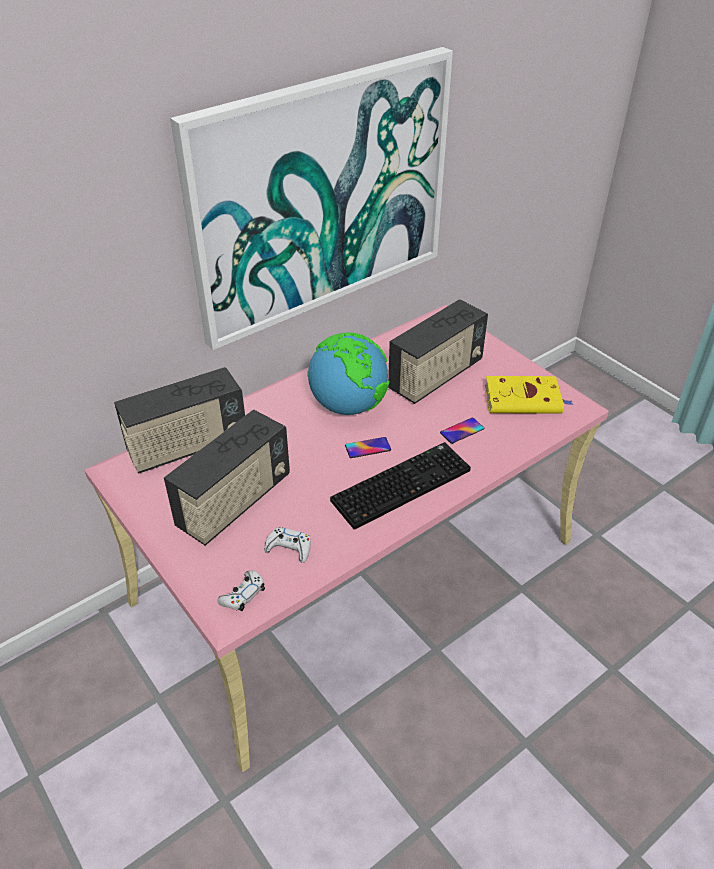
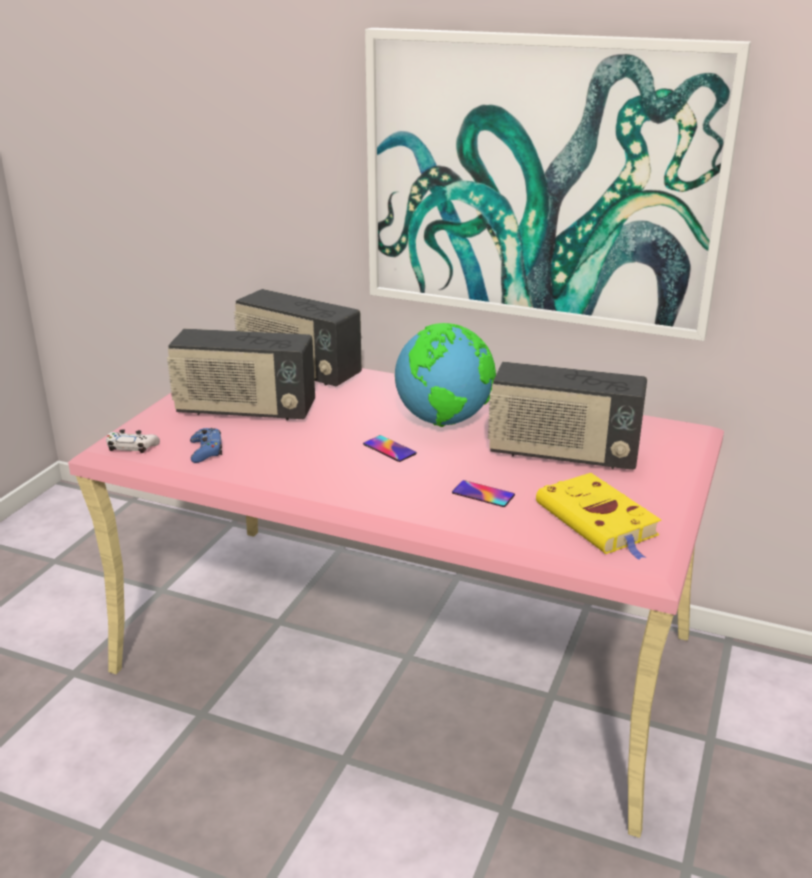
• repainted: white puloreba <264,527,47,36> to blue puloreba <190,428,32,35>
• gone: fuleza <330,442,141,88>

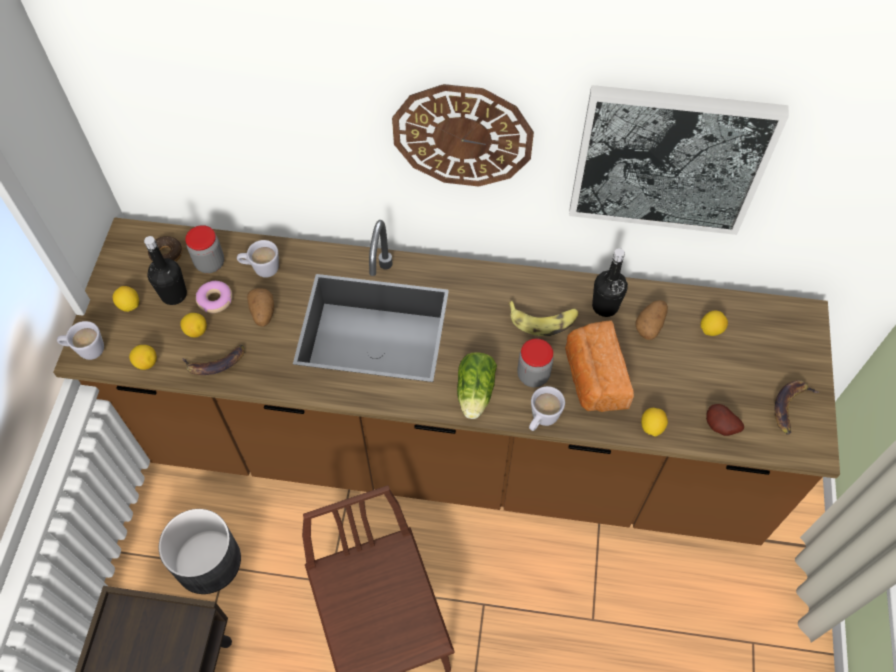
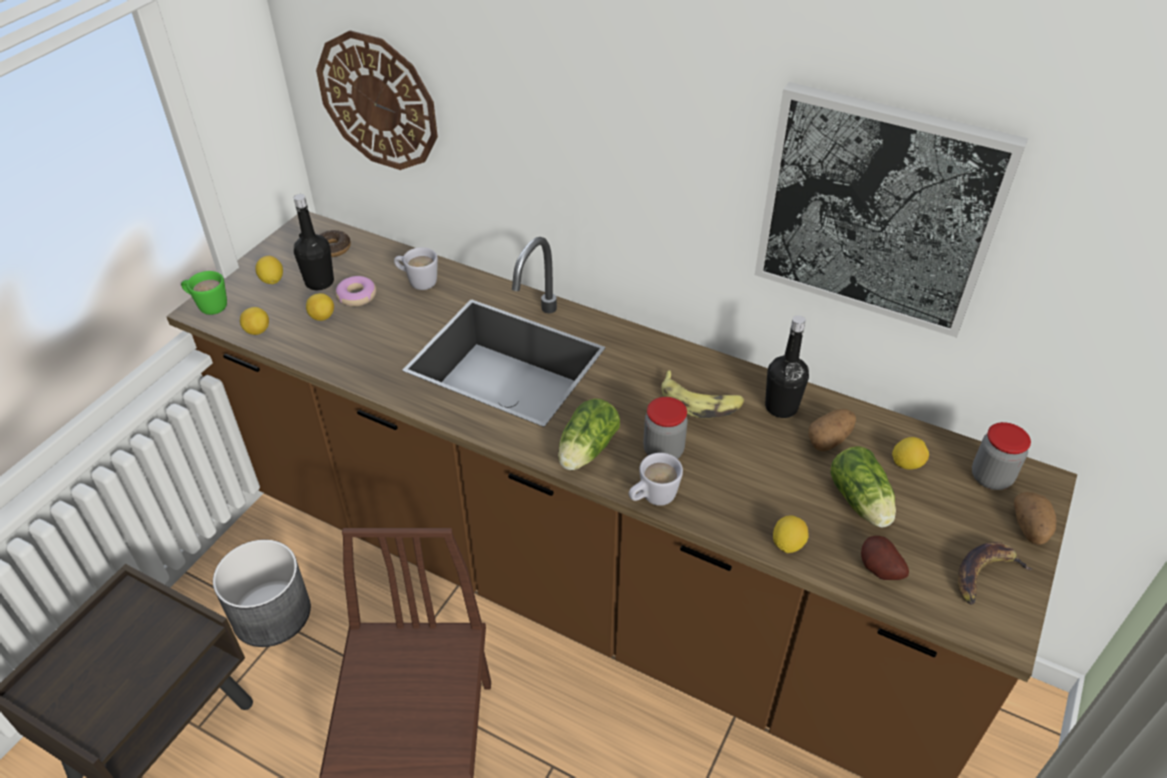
• repainted: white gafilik <57,321,47,39> to green gafilik <181,271,46,44>
• gone: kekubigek <182,345,63,30>
• shifted: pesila <185,225,39,48> to <972,422,59,68>
• shifted: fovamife <247,288,27,39> to <1014,492,42,53>
• shifted: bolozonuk <392,84,142,102> to <316,30,122,140>
• gone: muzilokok <565,320,69,92>
• new: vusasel <830,446,66,81>

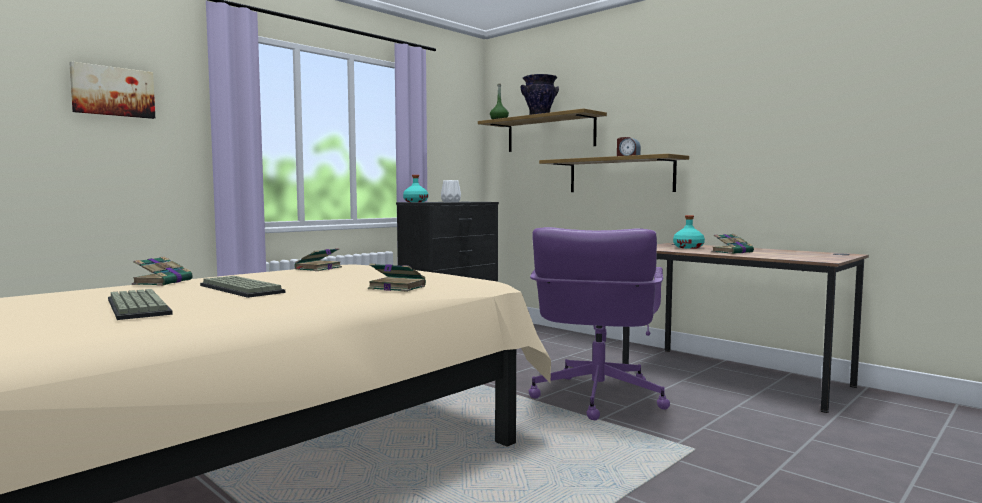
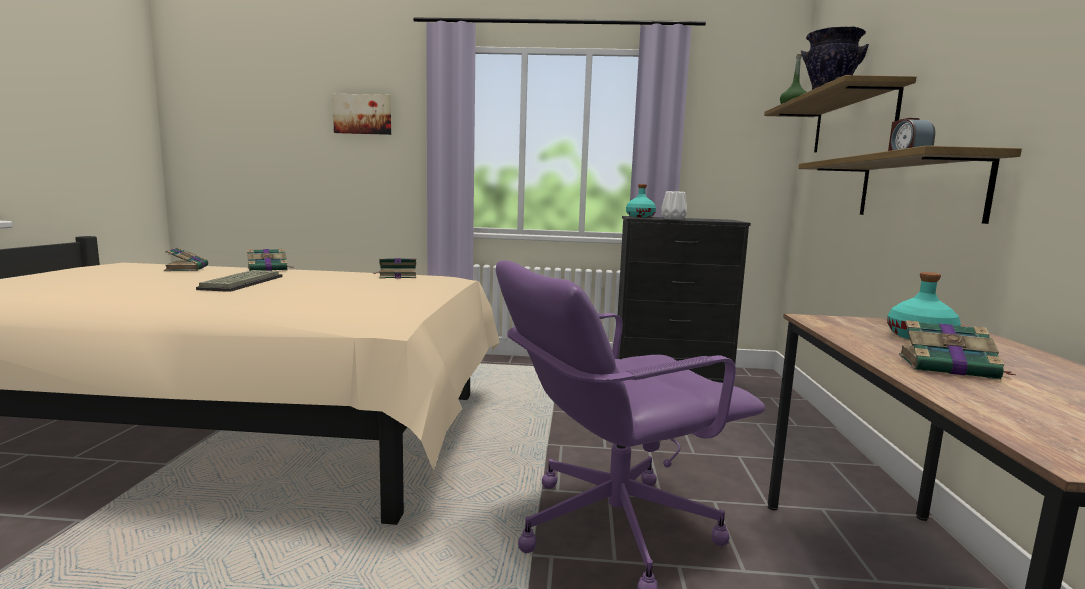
• gone: fuleza <108,289,65,31>
• shifted: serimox <368,263,58,29> to <164,247,44,24>

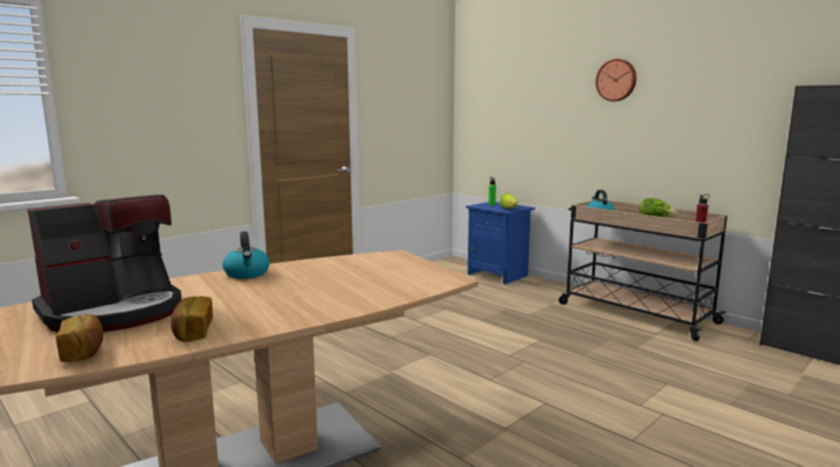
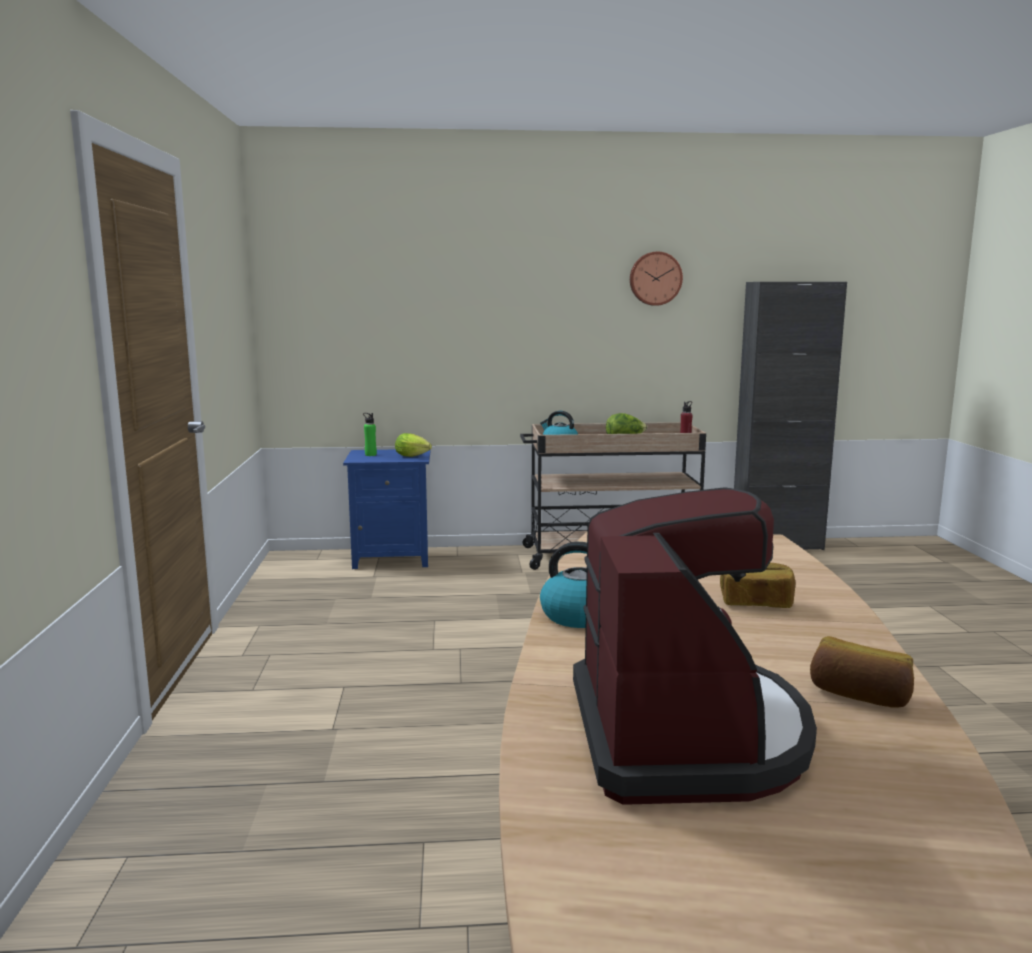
• shifted: muzilokok <56,314,47,48> to <720,563,75,45>
• shifted: bolozonuk <596,59,41,42> to <630,252,53,54>

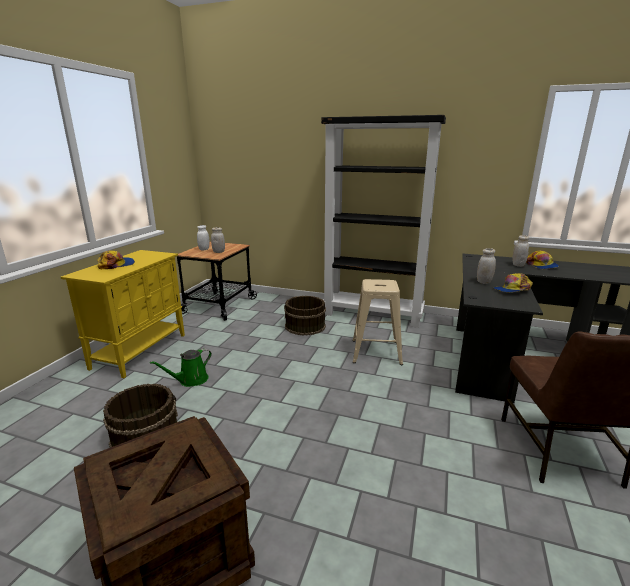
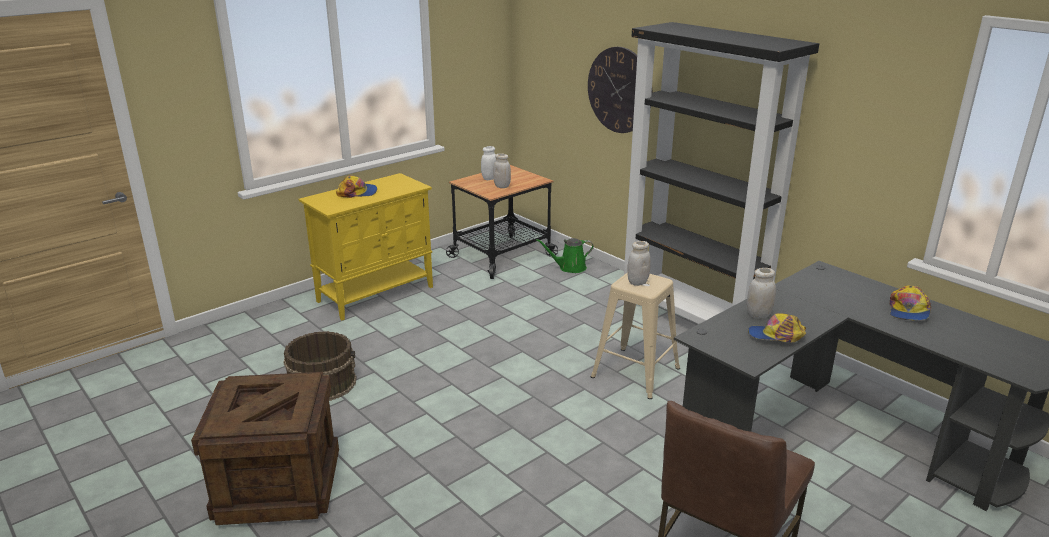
• shifted: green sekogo <150,348,62,39> to <536,238,58,35>
• gone: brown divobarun <284,296,42,40>
• shifted: white pesila <512,235,17,32> to <627,241,24,45>
• new: bolozonuk <588,47,65,86>

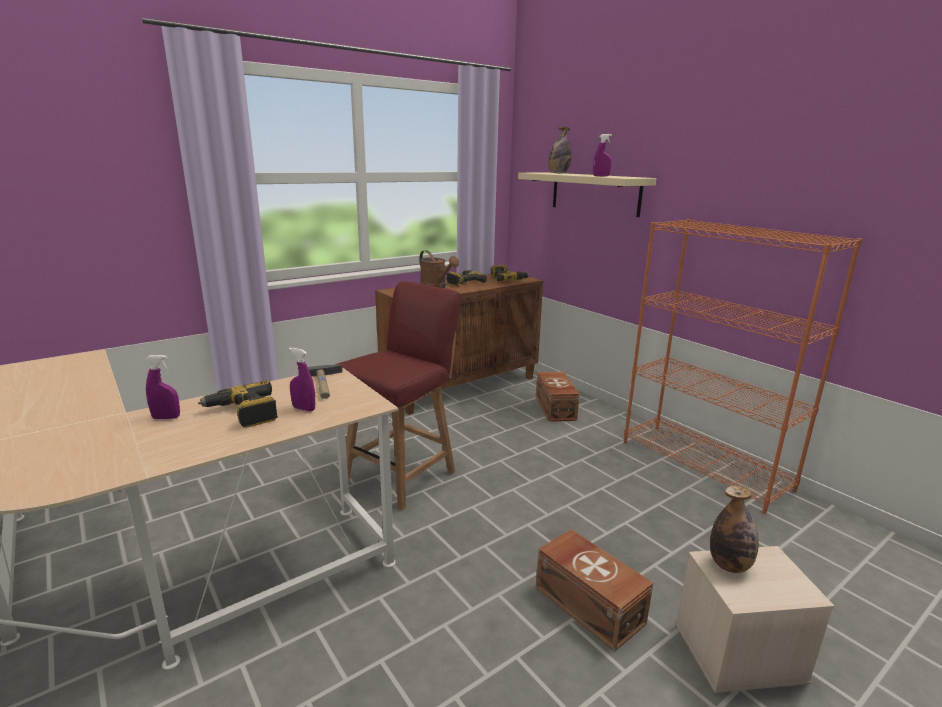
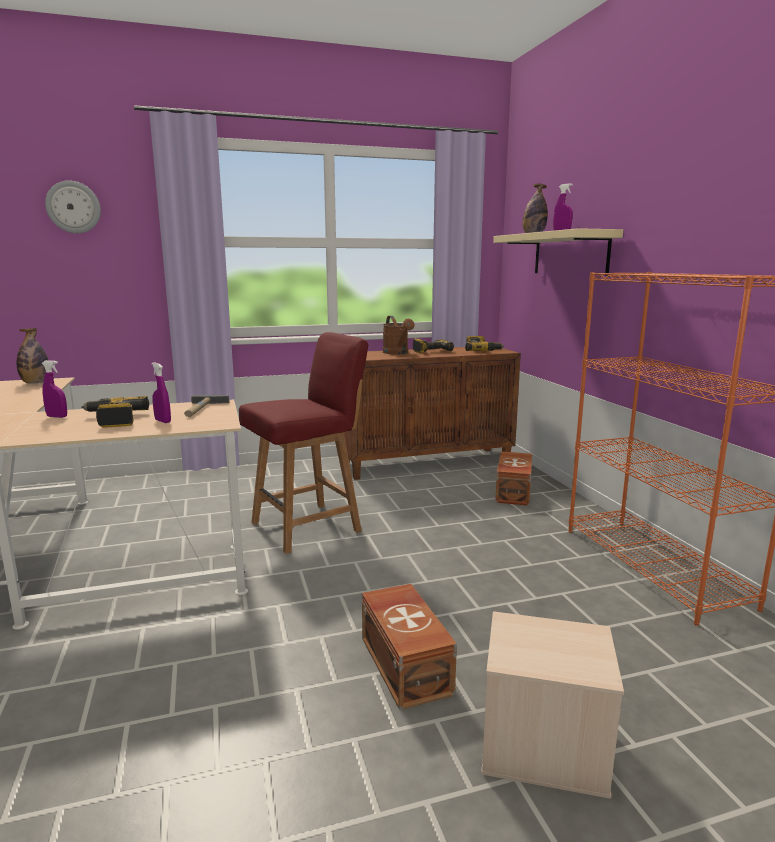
• shifted: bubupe <710,486,49,87> to <17,328,31,56>
• new: bolozonuk <45,181,56,52>

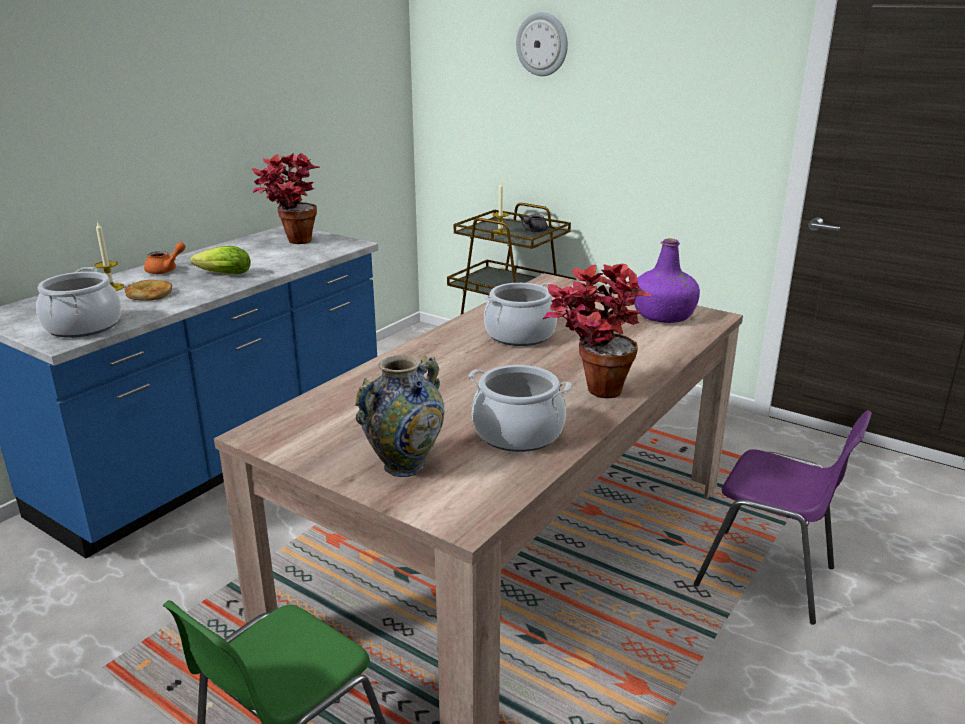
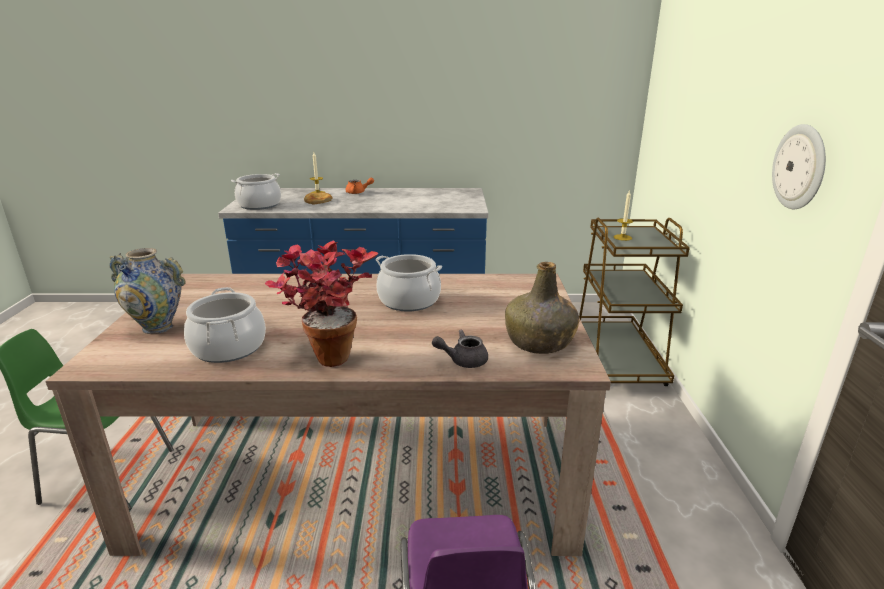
• gone: vusasel <190,246,61,28>
• gone: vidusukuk <252,153,69,91>
• shifted: bolozonuk <516,12,52,64> to <772,124,54,85>
• shifted: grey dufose <519,214,29,18> to <432,329,56,39>
• repainted: purple bubupe <634,238,66,85> to green bubupe <505,262,74,92>

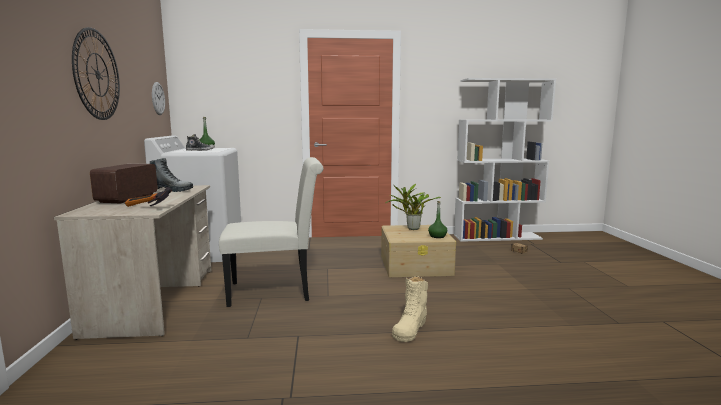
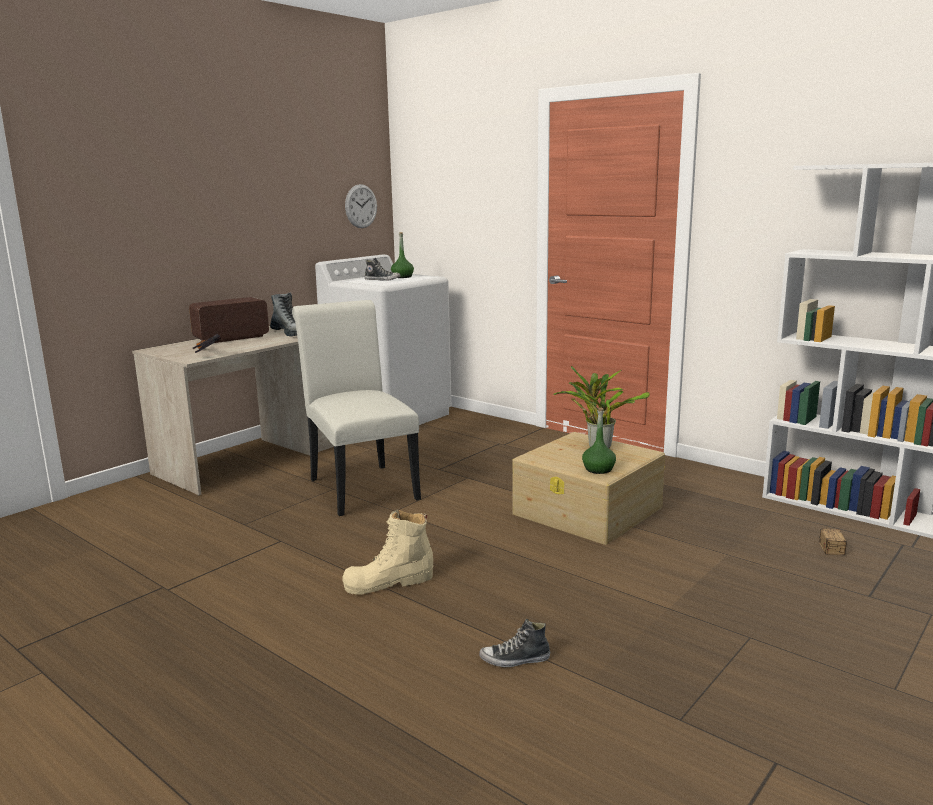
• gone: bolozonuk <72,27,48,93>
• rotated: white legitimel <219,157,104,150> = <292,300,129,216> 150 degrees counterclockwise
• new: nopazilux <479,619,71,48>

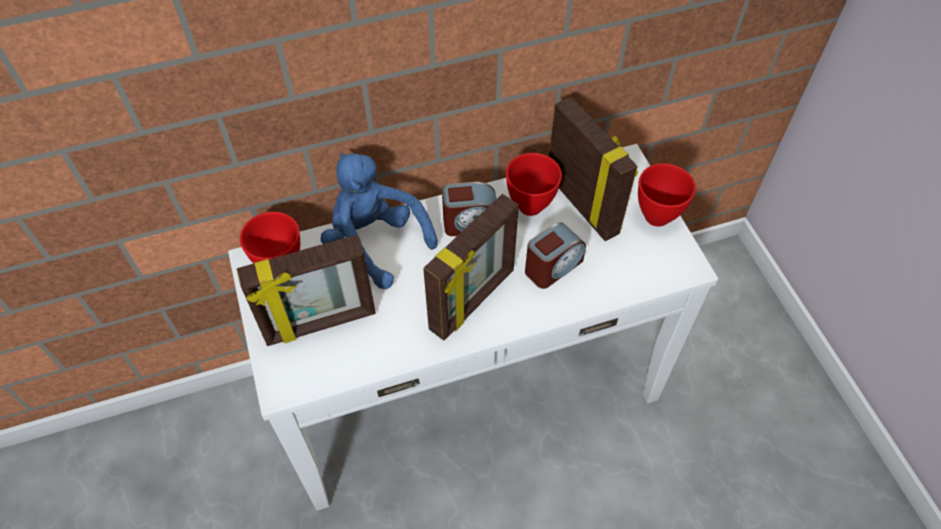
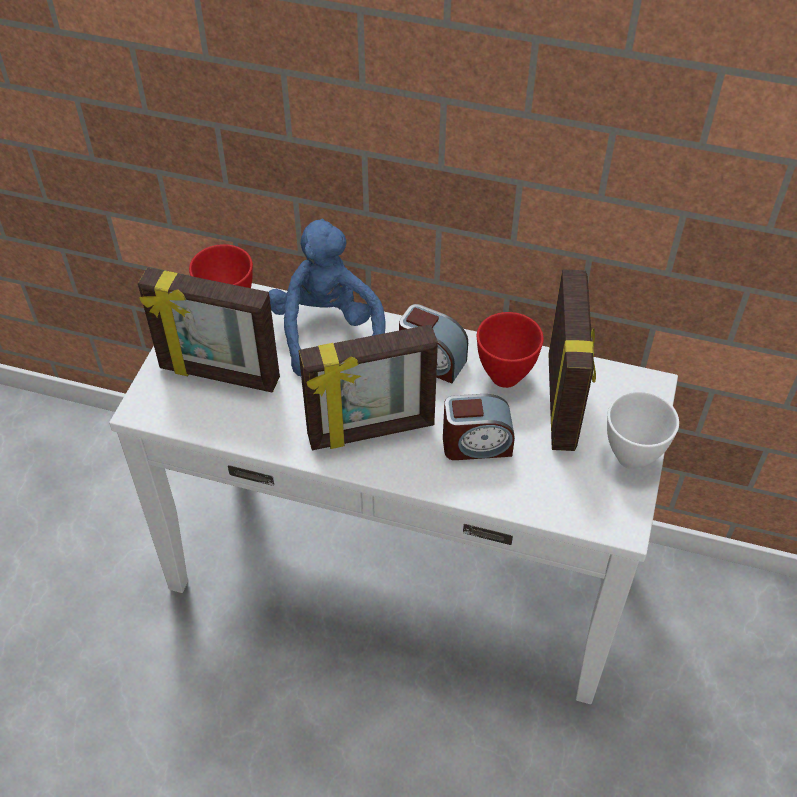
• repainted: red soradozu <638,163,58,64> to white soradozu <607,391,72,79>

